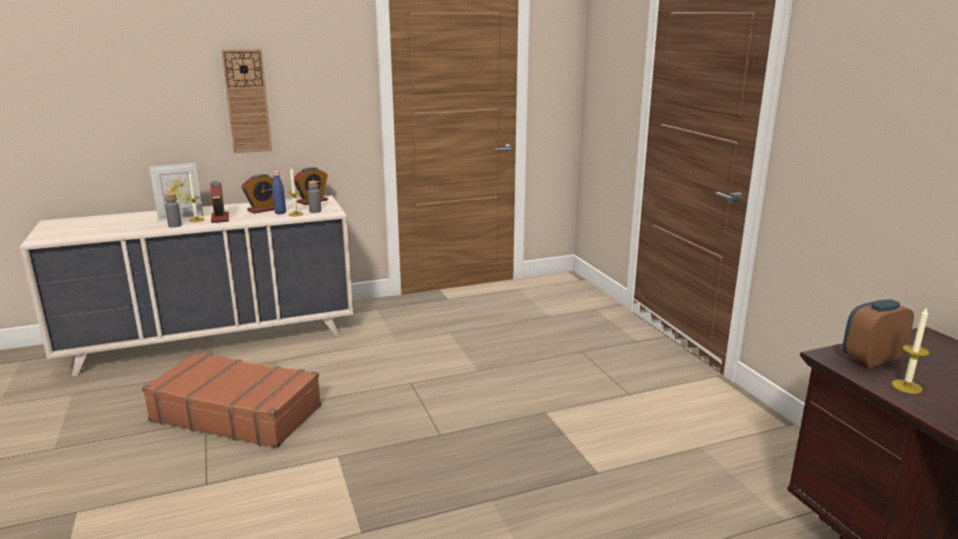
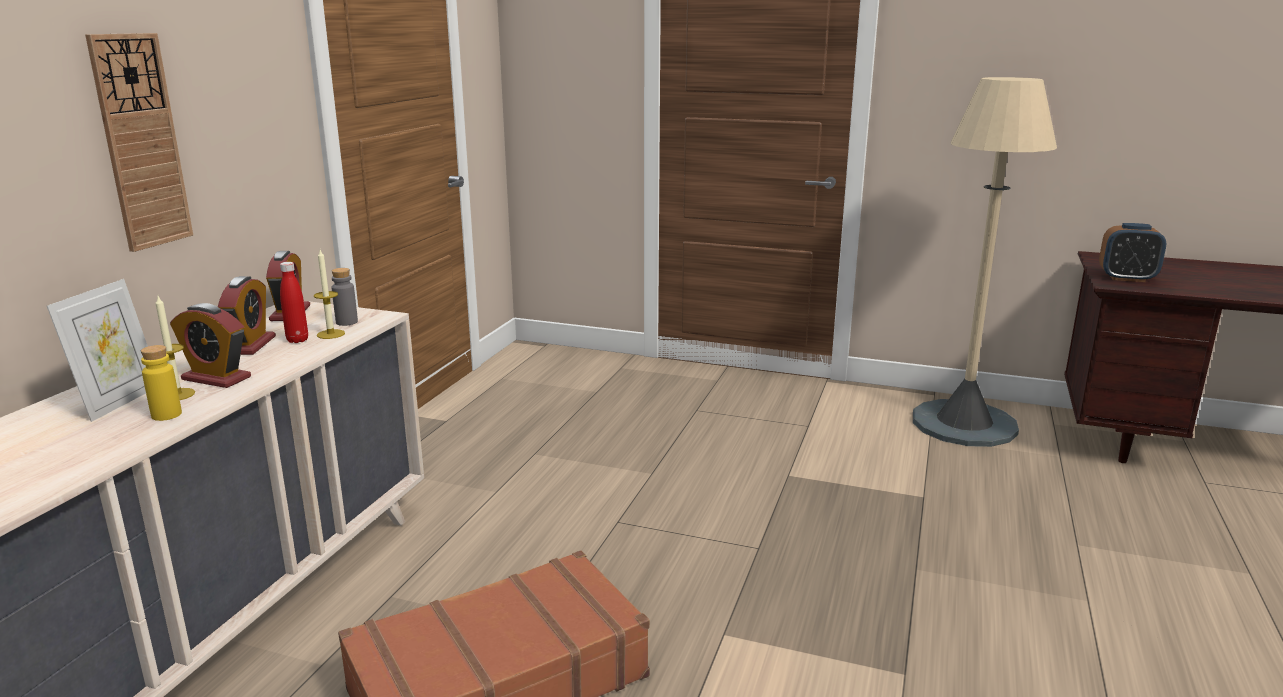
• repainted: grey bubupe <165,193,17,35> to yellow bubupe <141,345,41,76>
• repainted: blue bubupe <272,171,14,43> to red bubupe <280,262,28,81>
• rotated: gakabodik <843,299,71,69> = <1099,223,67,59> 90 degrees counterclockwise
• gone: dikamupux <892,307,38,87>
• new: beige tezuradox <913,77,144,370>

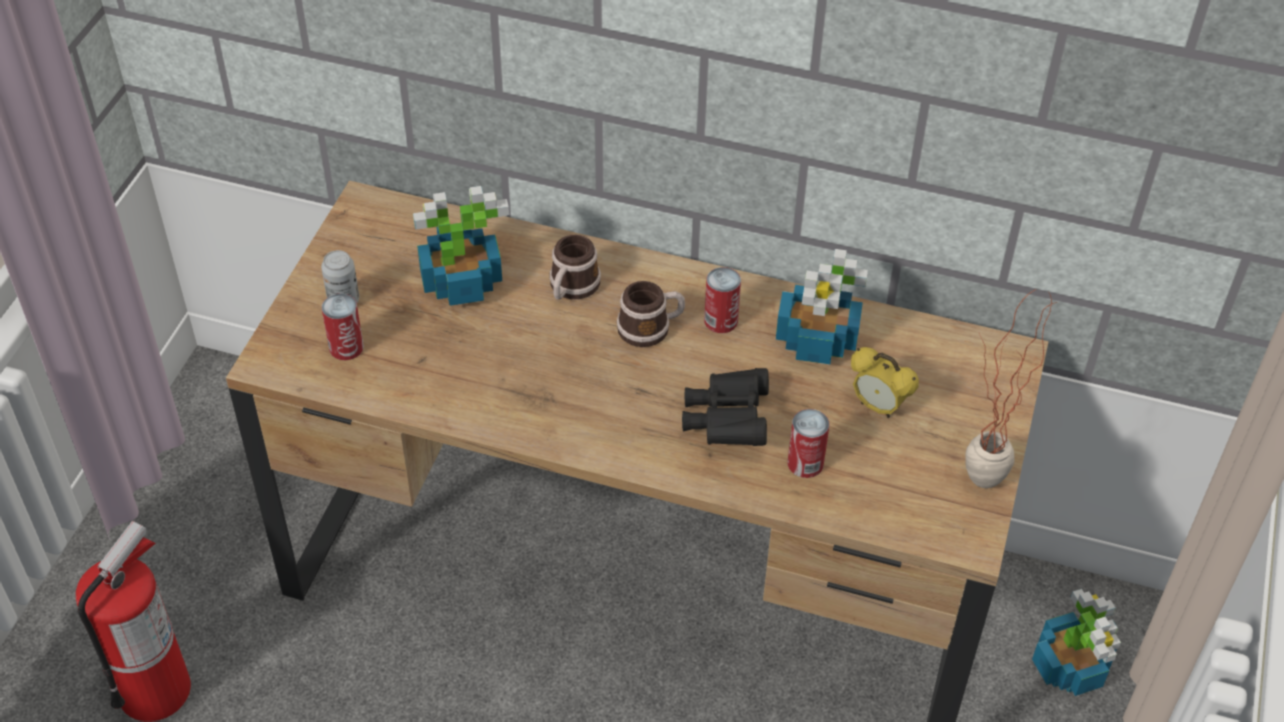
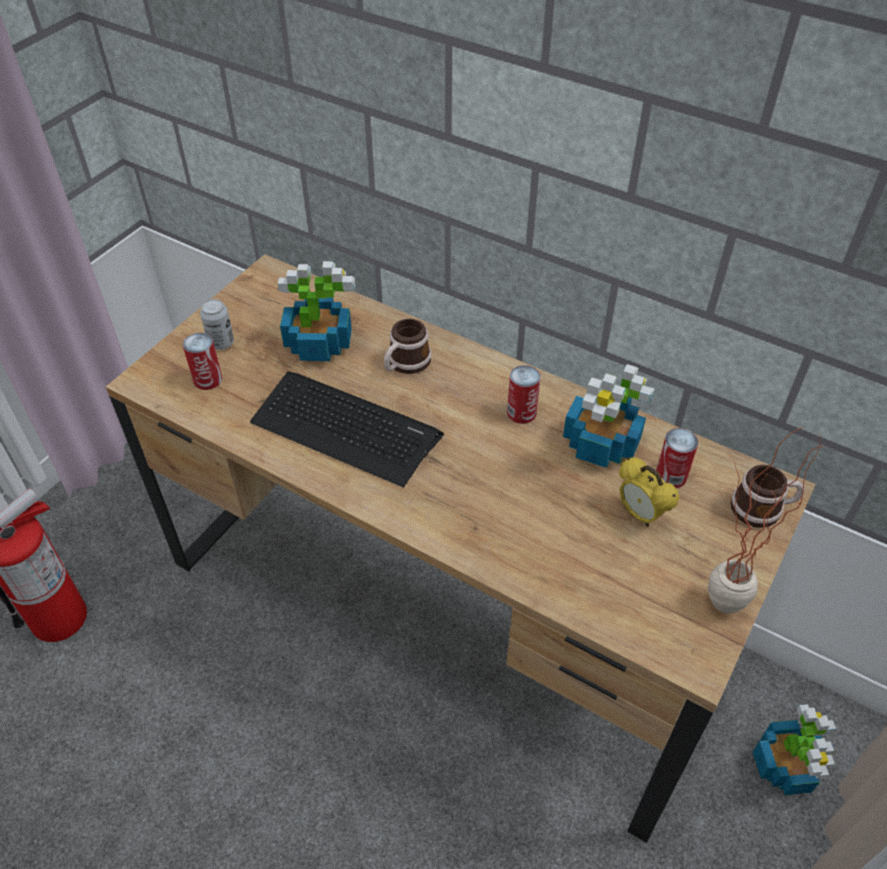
• shifted: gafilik <617,281,68,66> to <731,465,74,63>
• gone: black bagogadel <682,368,87,78>
• shifted: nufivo <787,409,42,69> to <656,428,43,61>
• new: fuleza <250,371,194,116>

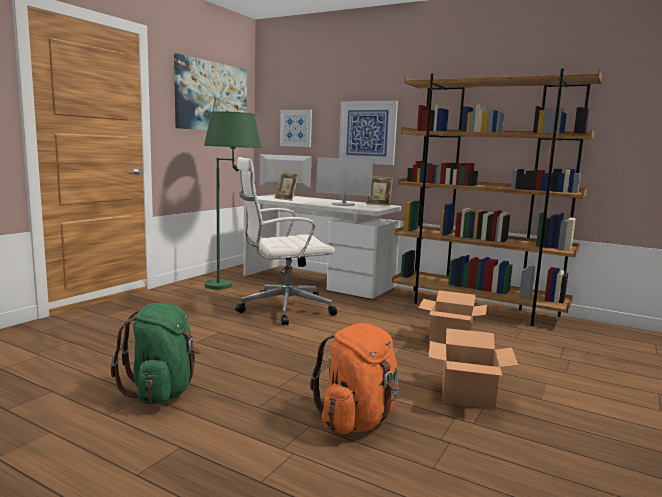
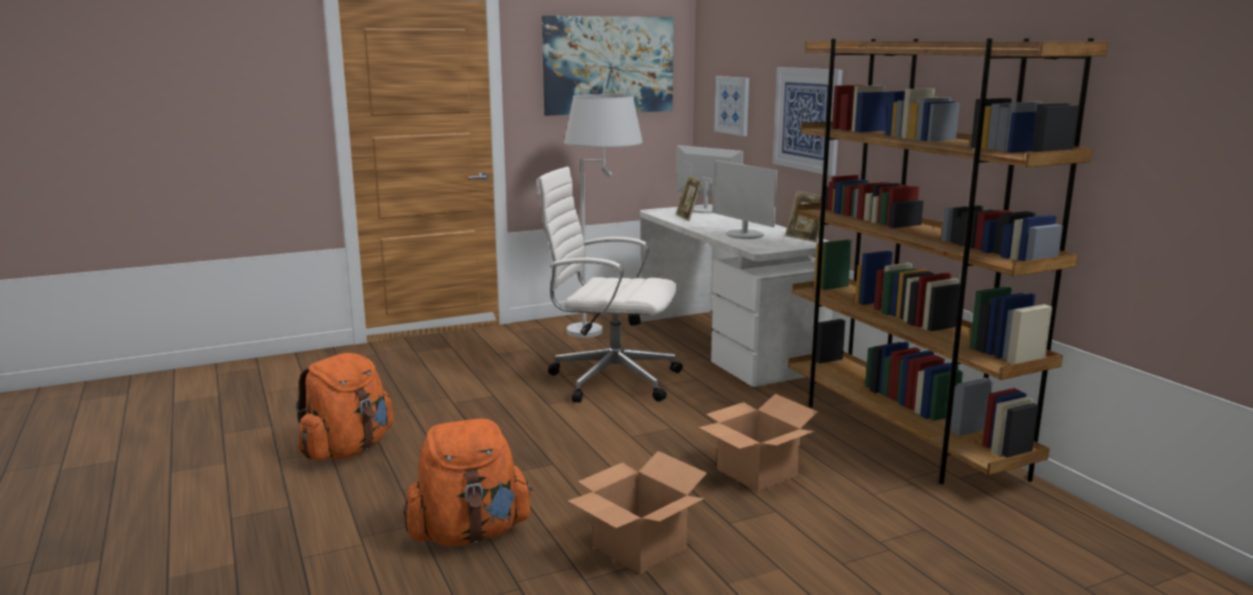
• repainted: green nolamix <111,303,90,102> to orange nolamix <296,353,98,108>
• repainted: green tezuradox <204,111,57,179> to white tezuradox <564,94,79,244>

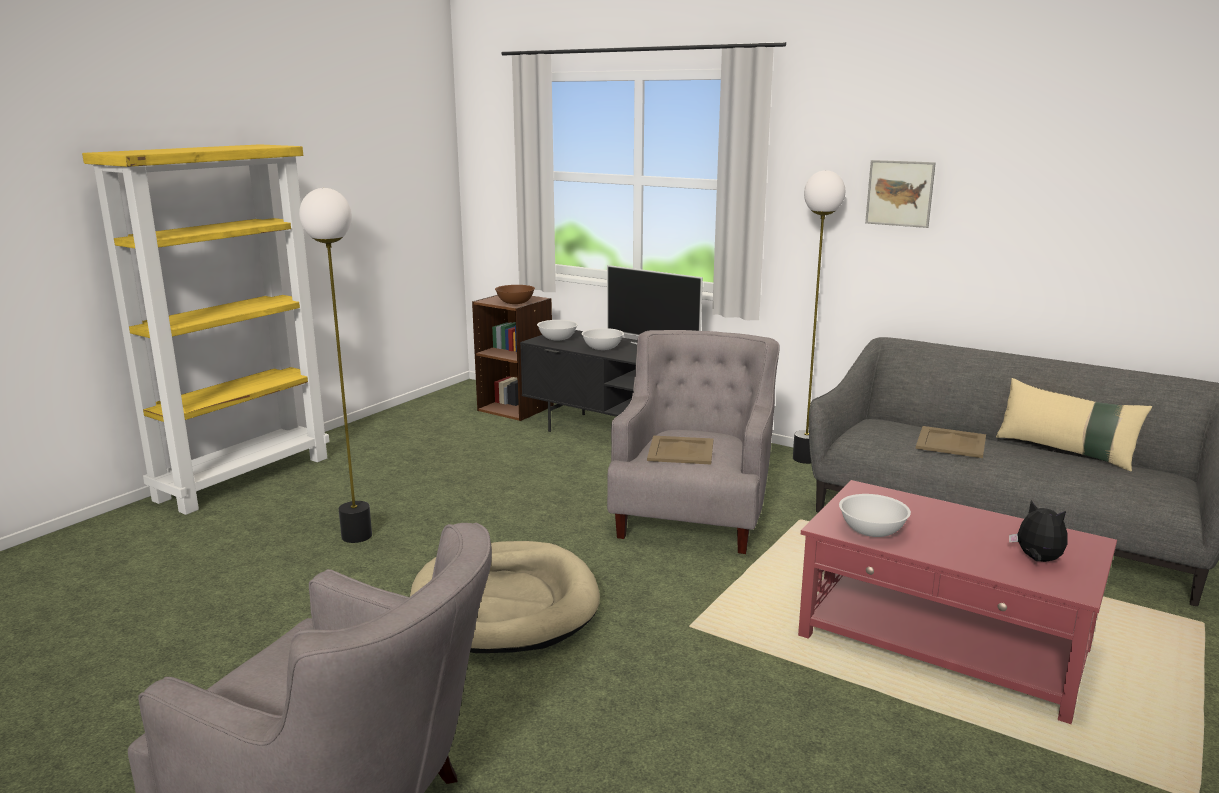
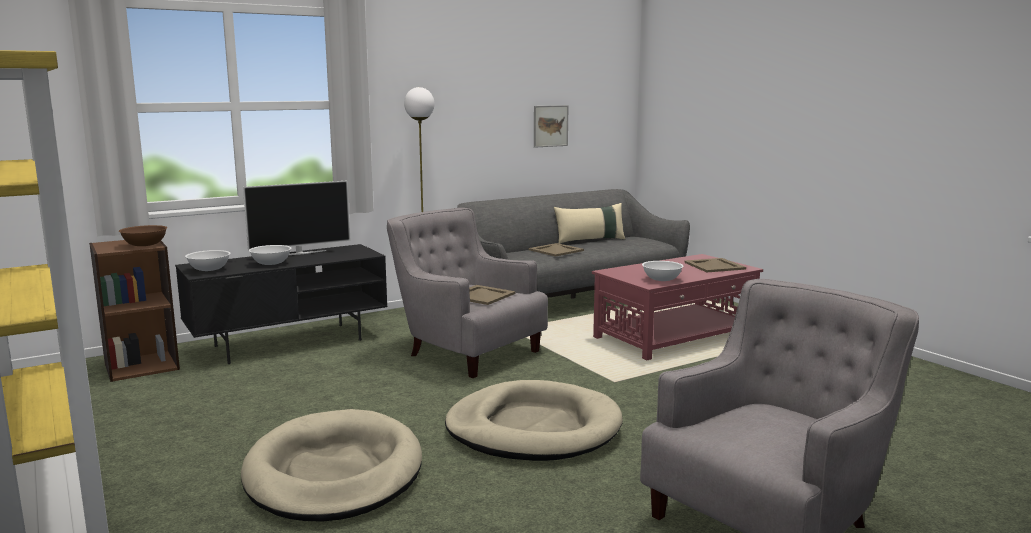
• swapped: tezuradox <299,188,73,355> to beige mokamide <241,409,181,113>
• shifted: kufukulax <865,160,71,68> to <534,105,35,43>
• swapped: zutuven <1009,500,58,62> to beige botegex <685,258,61,14>

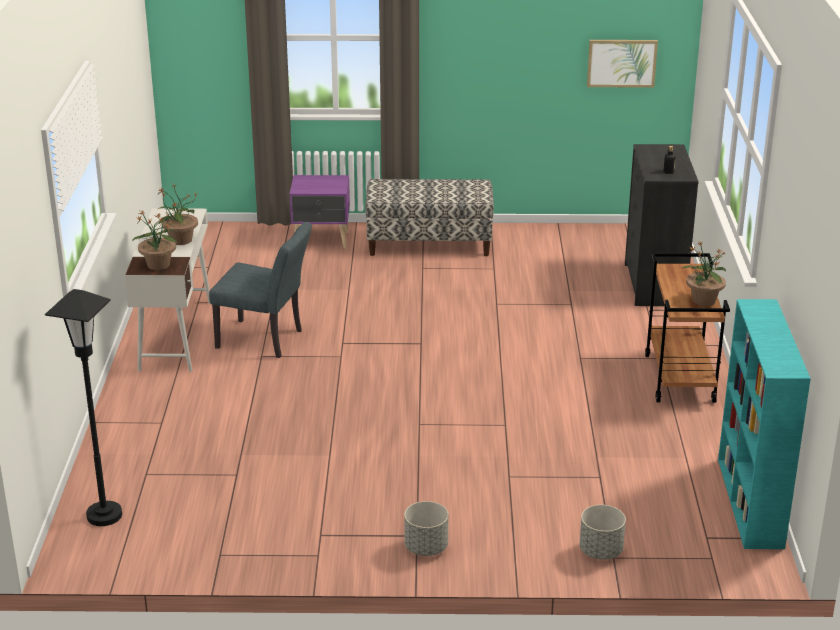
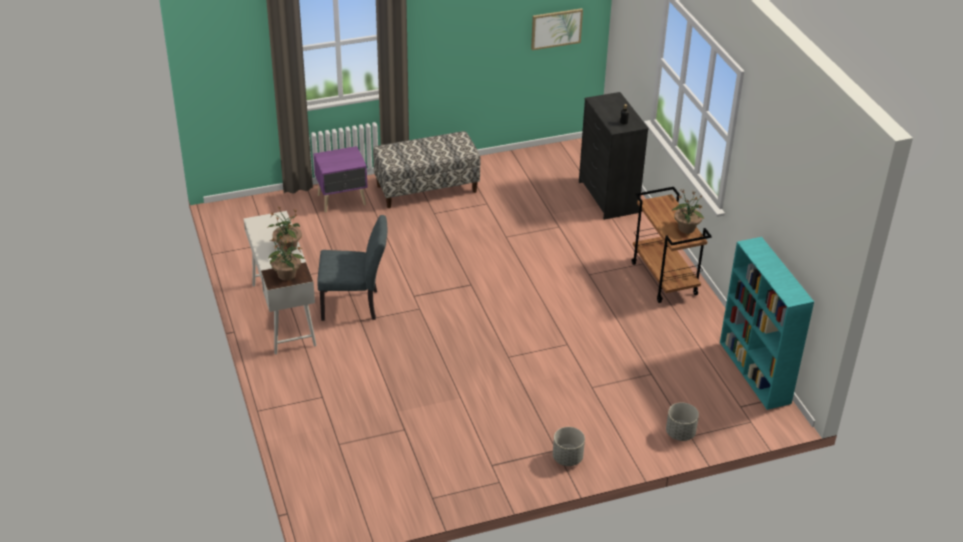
• gone: black tezuradox <45,289,77,237>

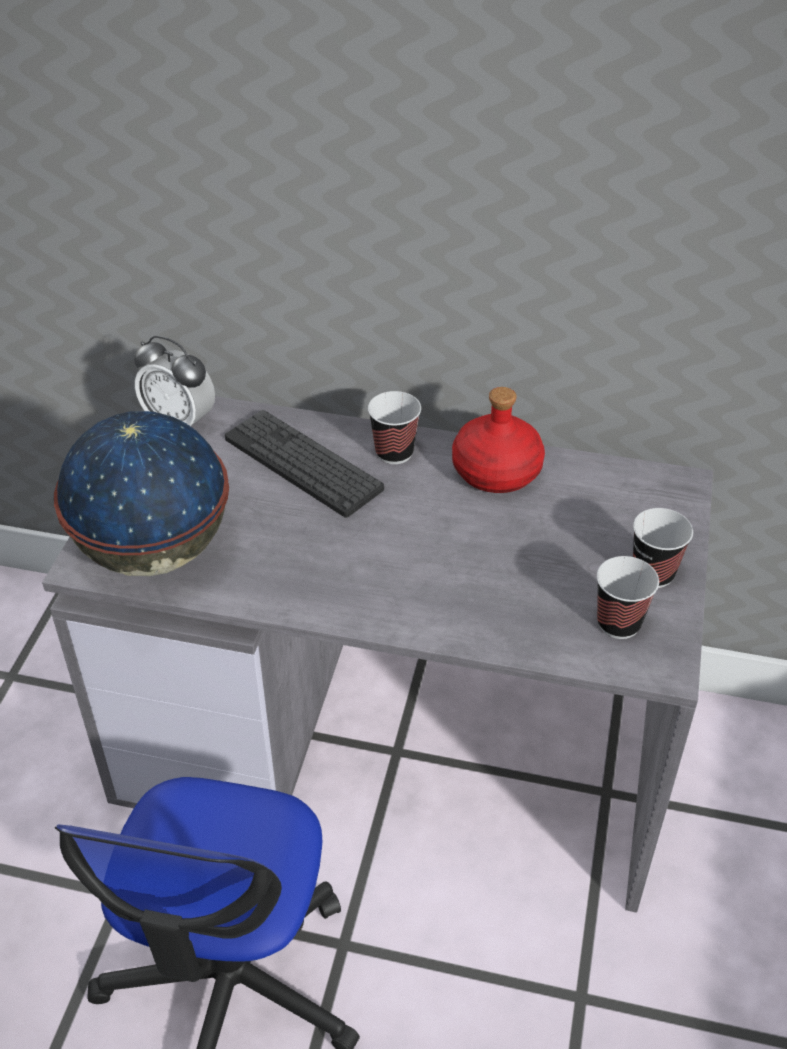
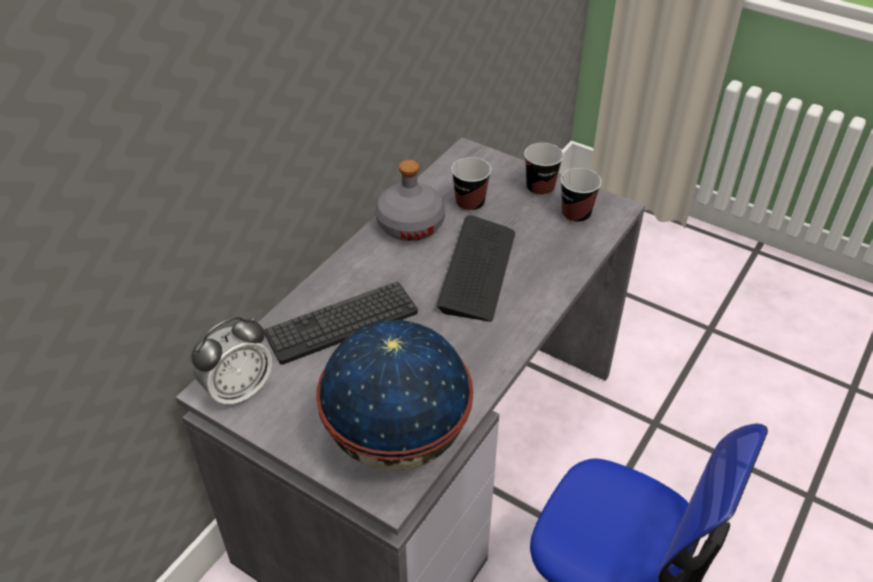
• shifted: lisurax <368,391,53,73> to <451,157,40,55>
• repainted: red bubupe <452,387,93,106> to grey bubupe <375,160,70,81>
• new: fuleza <436,215,79,107>

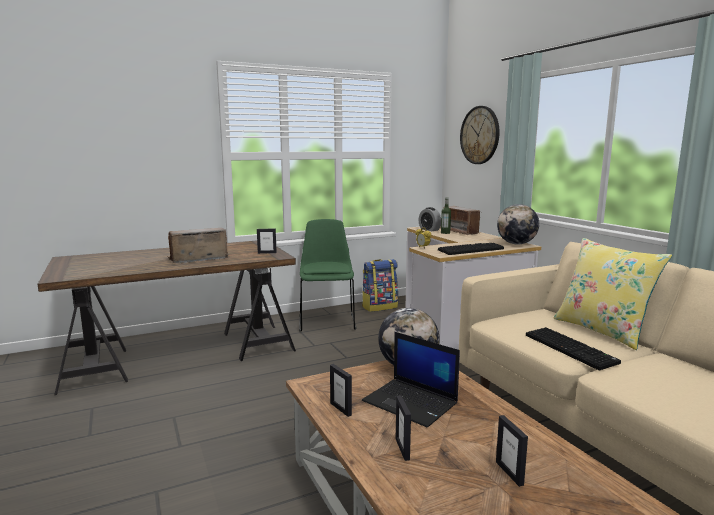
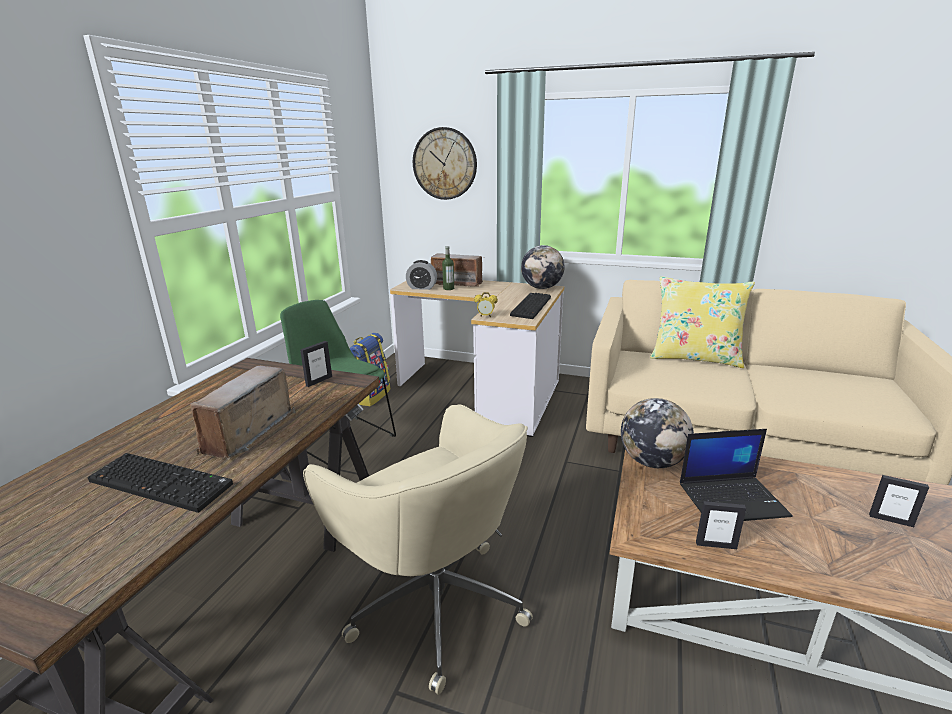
• gone: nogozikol <396,396,15,65>
• shifted: fuleza <526,327,95,43> to <87,453,146,60>
• new: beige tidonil <303,404,230,291>

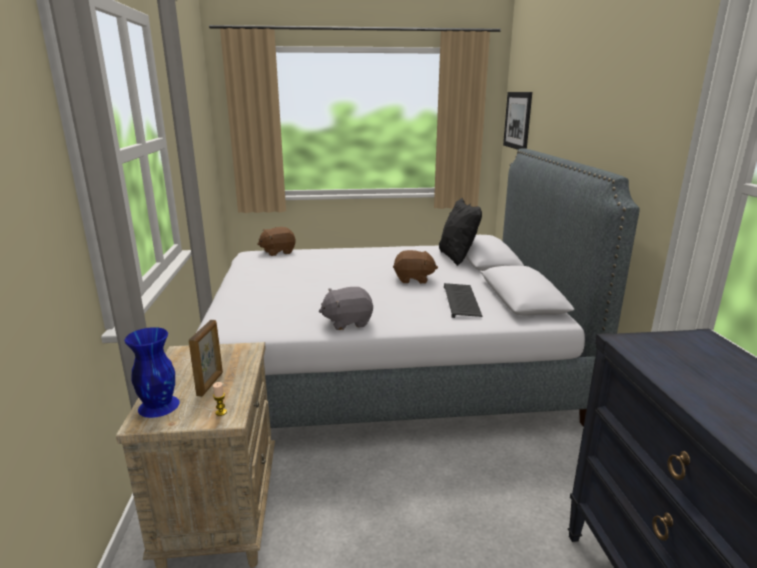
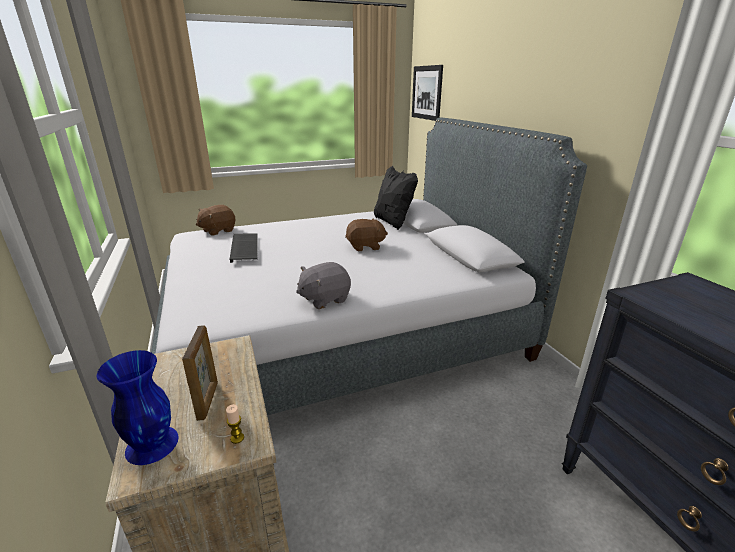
• shifted: fuleza <444,283,38,35> to <230,233,28,30>

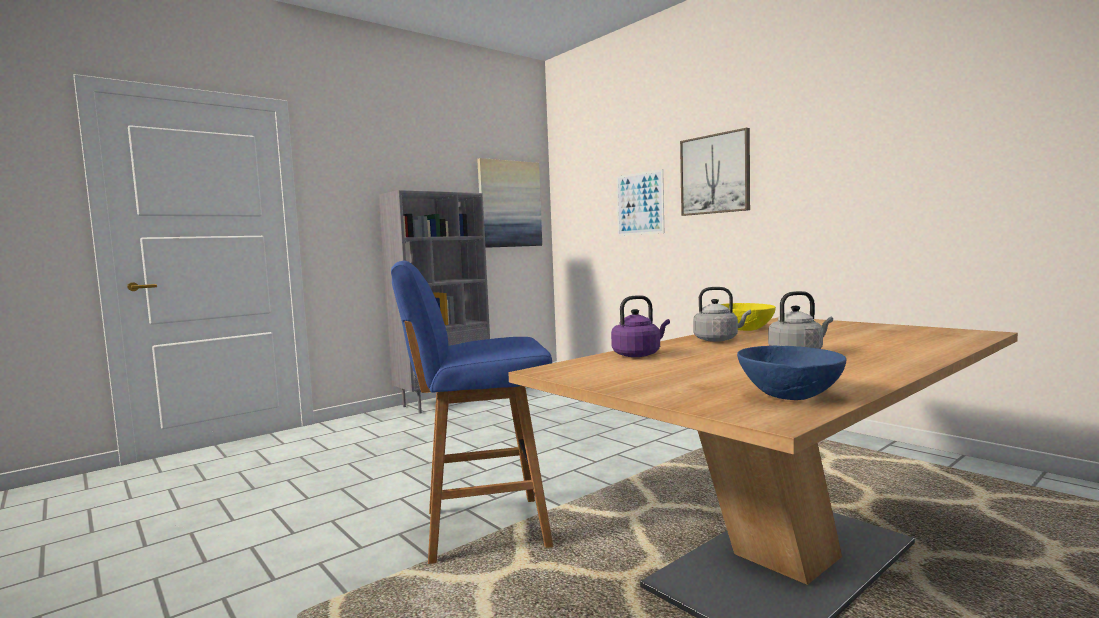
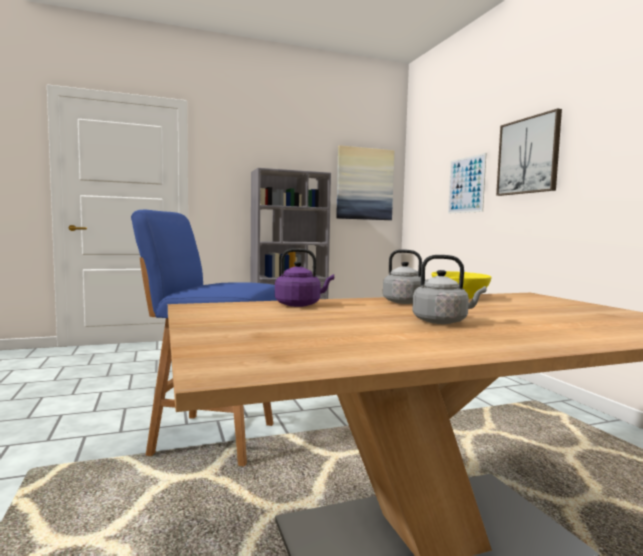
• gone: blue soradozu <737,345,109,55>

